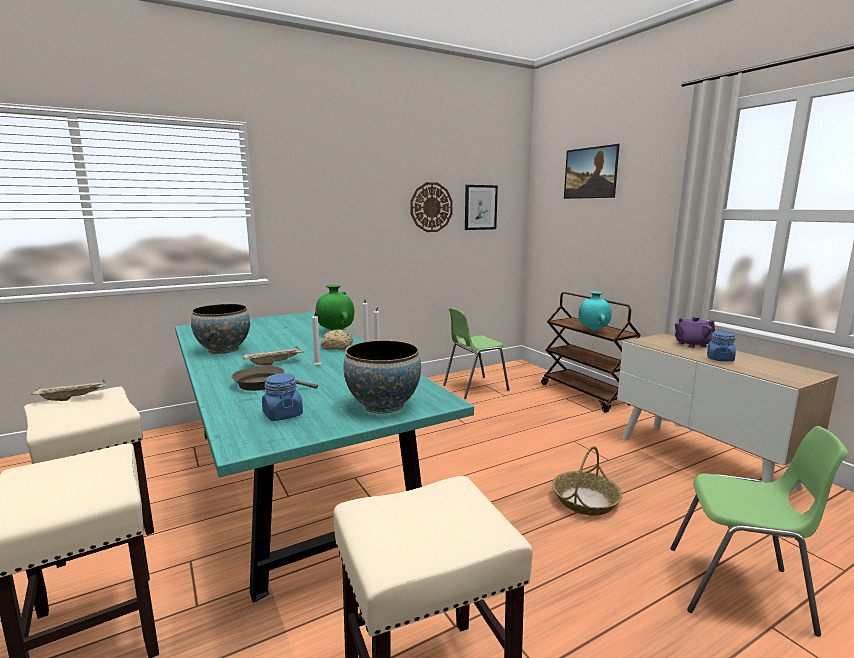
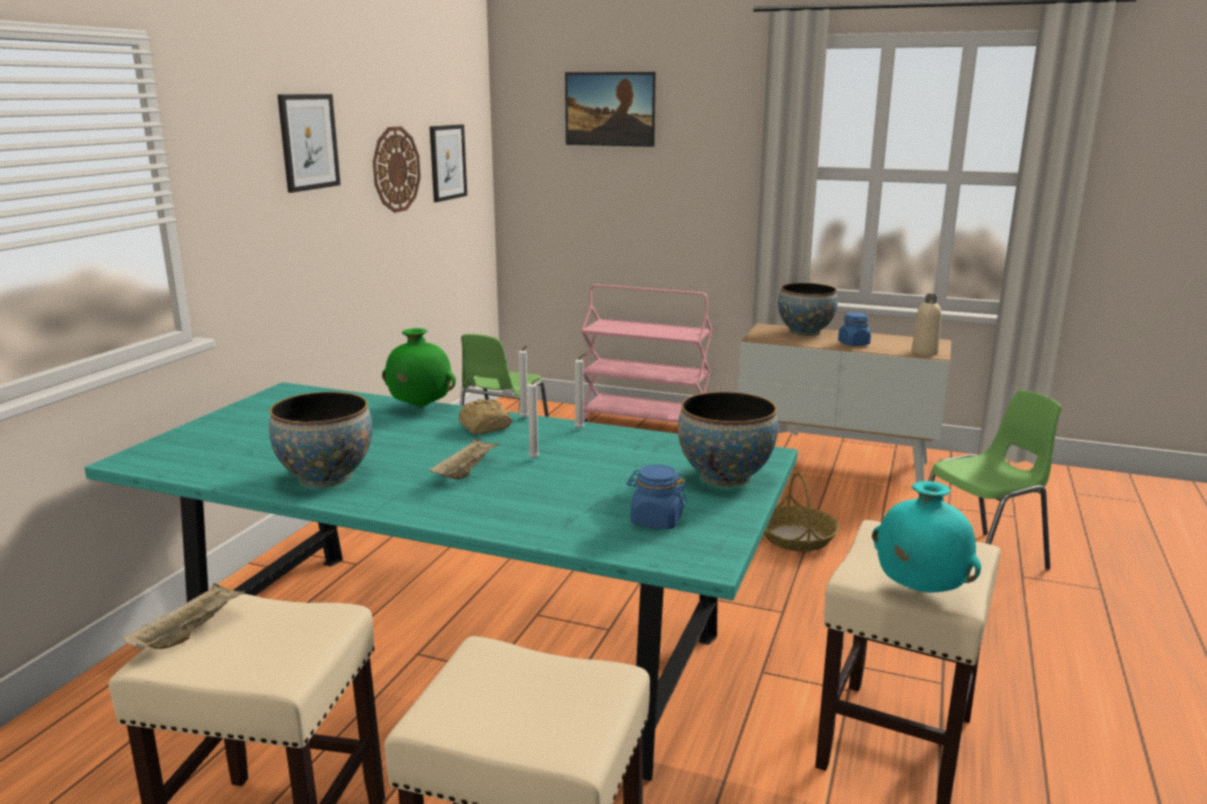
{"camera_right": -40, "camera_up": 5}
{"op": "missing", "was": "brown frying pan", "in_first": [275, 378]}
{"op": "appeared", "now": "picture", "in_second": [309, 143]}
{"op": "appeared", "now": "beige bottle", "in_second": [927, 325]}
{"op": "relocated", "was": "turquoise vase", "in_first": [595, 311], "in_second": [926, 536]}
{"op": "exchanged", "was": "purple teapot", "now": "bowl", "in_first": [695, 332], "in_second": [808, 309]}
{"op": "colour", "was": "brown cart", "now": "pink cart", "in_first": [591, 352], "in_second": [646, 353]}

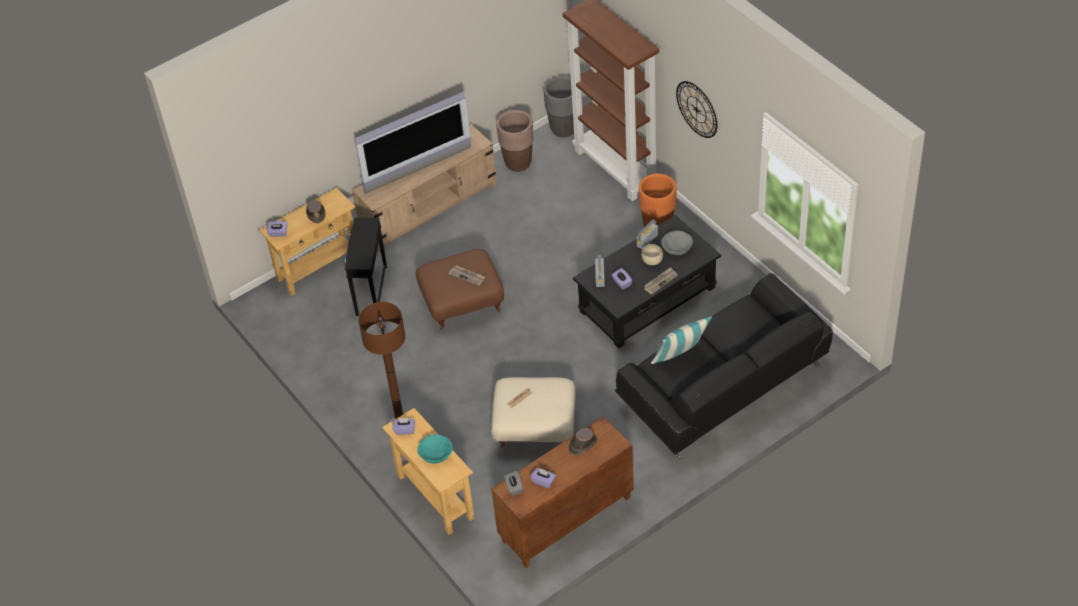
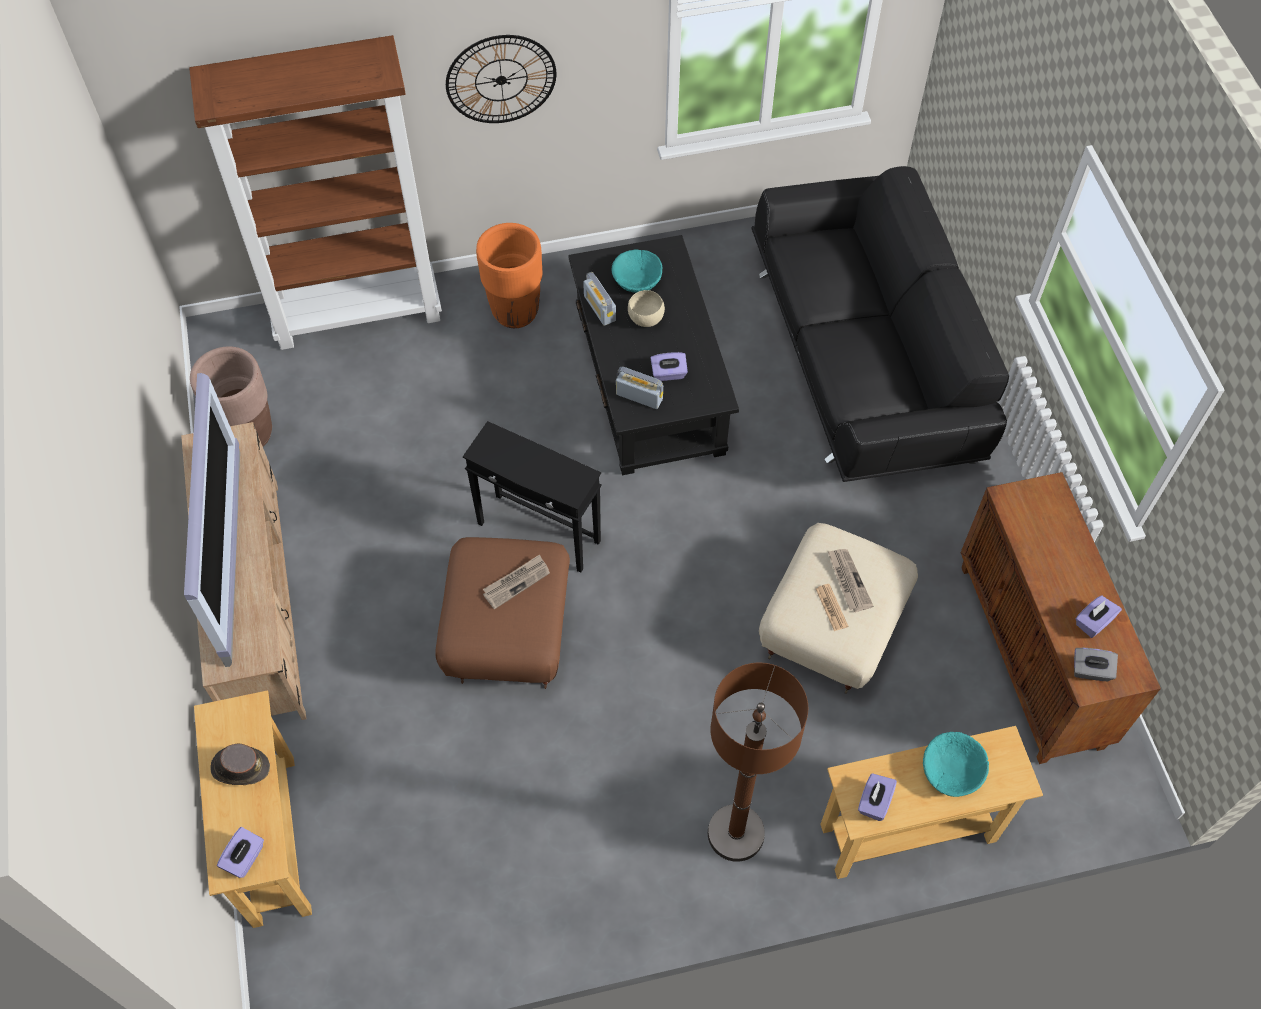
{"camera_right": -70, "camera_up": 10}
{"op": "missing", "was": "grey planter", "in_first": [559, 106]}
{"op": "missing", "was": "brown hat", "in_first": [583, 441]}
{"op": "missing", "was": "pillow", "in_first": [681, 340]}
{"op": "relocated", "was": "black side table", "in_first": [366, 267], "in_second": [532, 497]}
{"op": "relocated", "was": "newspaper", "in_first": [660, 281], "in_second": [850, 580]}
{"op": "colour", "was": "grey bowl", "now": "turquoise bowl", "in_first": [677, 243], "in_second": [637, 271]}

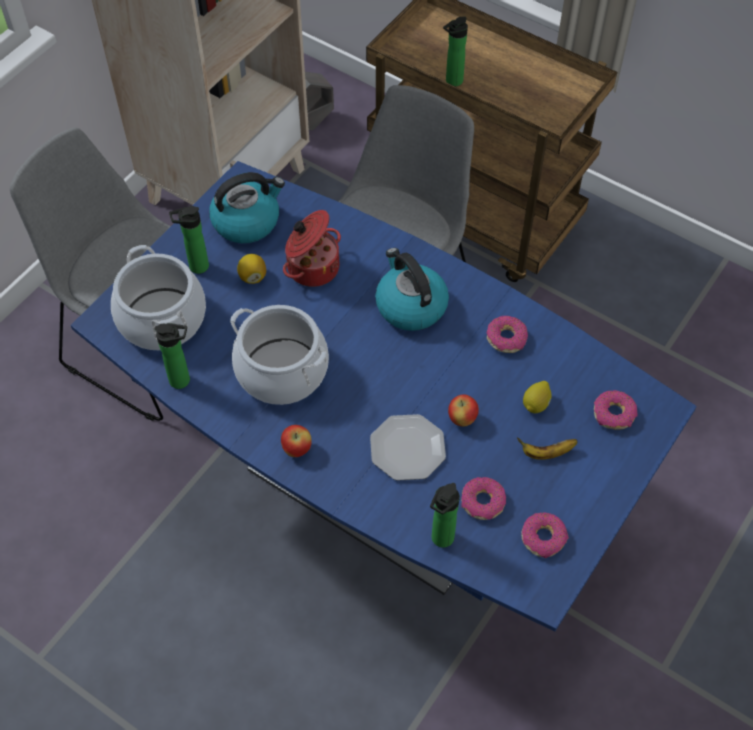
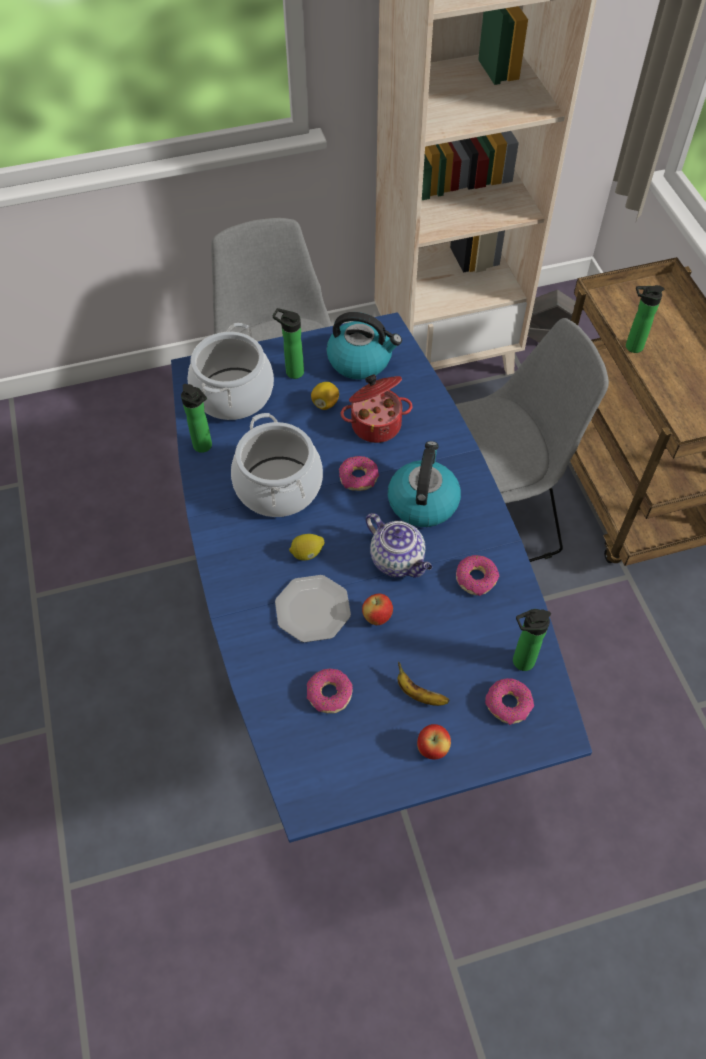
{"camera_right": 40, "camera_up": 0}
{"op": "appeared", "now": "teapot", "in_second": [399, 545]}
{"op": "relocated", "was": "apple", "in_first": [296, 441], "in_second": [434, 741]}
{"op": "relocated", "was": "bottle", "in_first": [445, 515], "in_second": [532, 640]}
{"op": "relocated", "was": "donut", "in_first": [545, 535], "in_second": [359, 473]}
{"op": "relocated", "was": "lemon", "in_first": [537, 397], "in_second": [306, 547]}

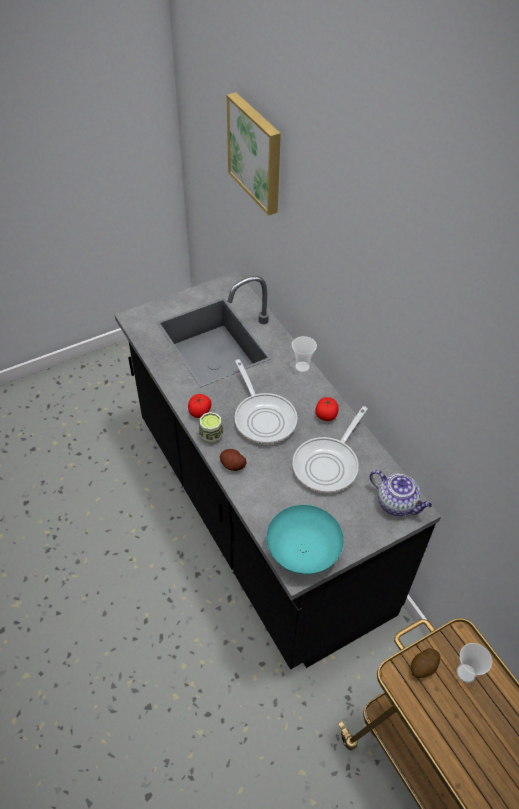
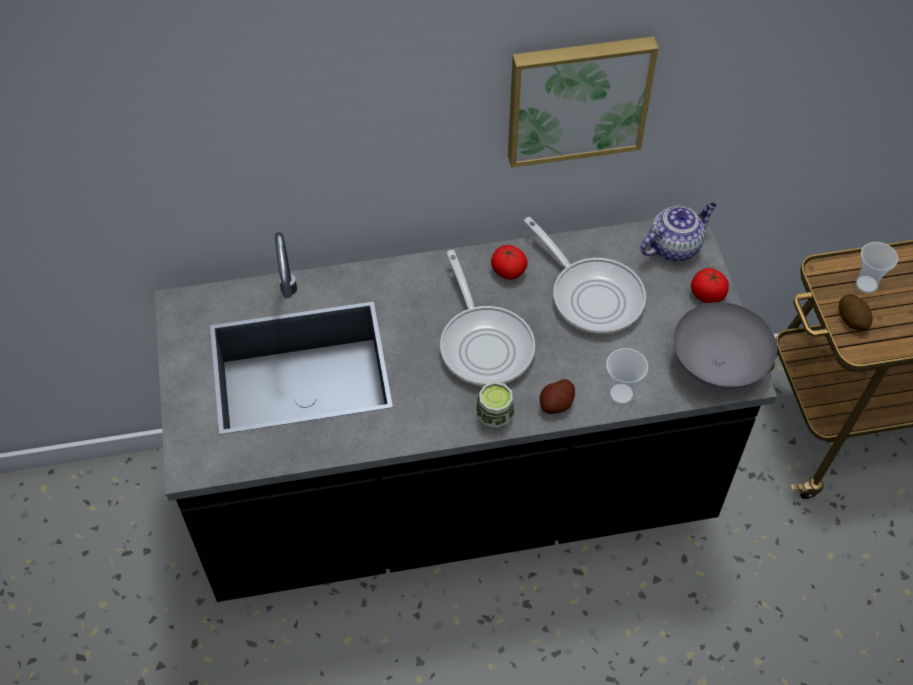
{"camera_right": -70, "camera_up": 5}
{"op": "relocated", "was": "tomato", "in_first": [200, 406], "in_second": [710, 285]}
{"op": "relocated", "was": "picture", "in_first": [254, 154], "in_second": [583, 102]}
{"op": "relocated", "was": "cup", "in_first": [304, 354], "in_second": [627, 376]}
{"op": "colour", "was": "turquoise bowl", "now": "grey bowl", "in_first": [305, 539], "in_second": [725, 345]}
{"op": "spun", "was": "frying pan", "in_first": [266, 401], "in_second": [487, 318], "clockwise": 75}

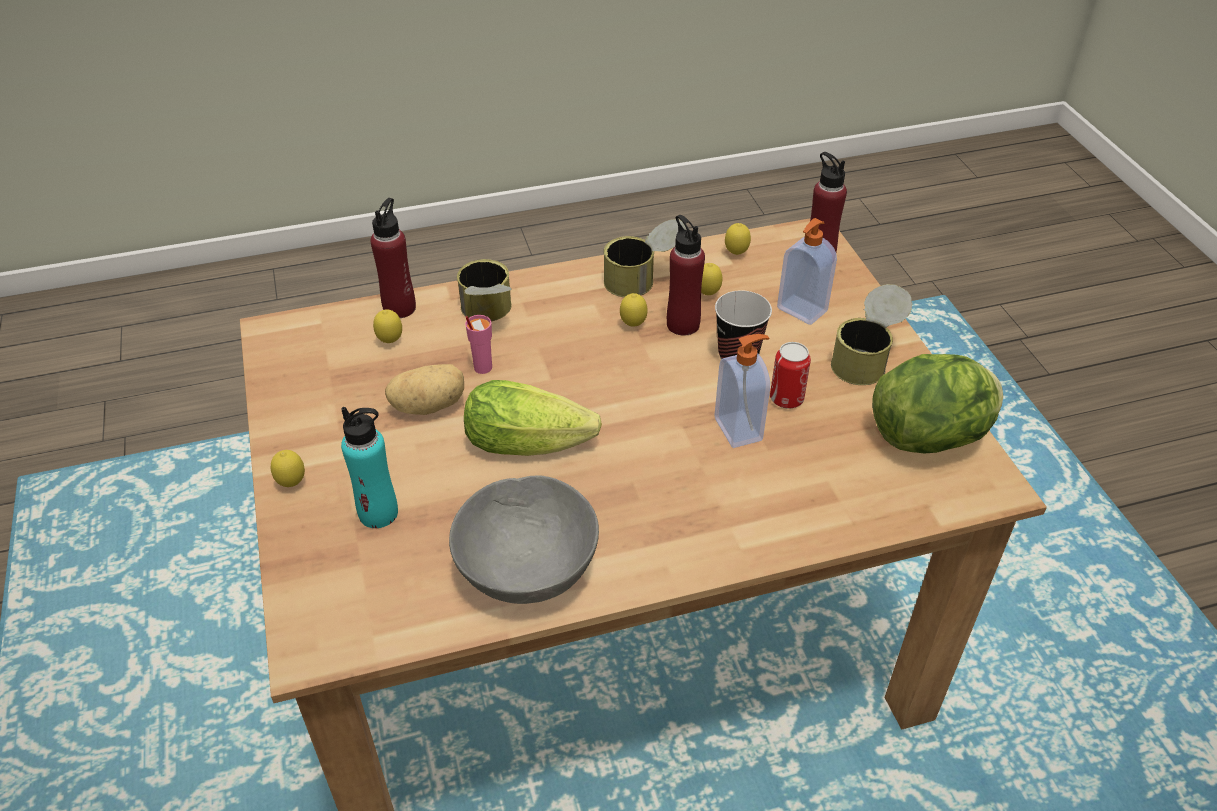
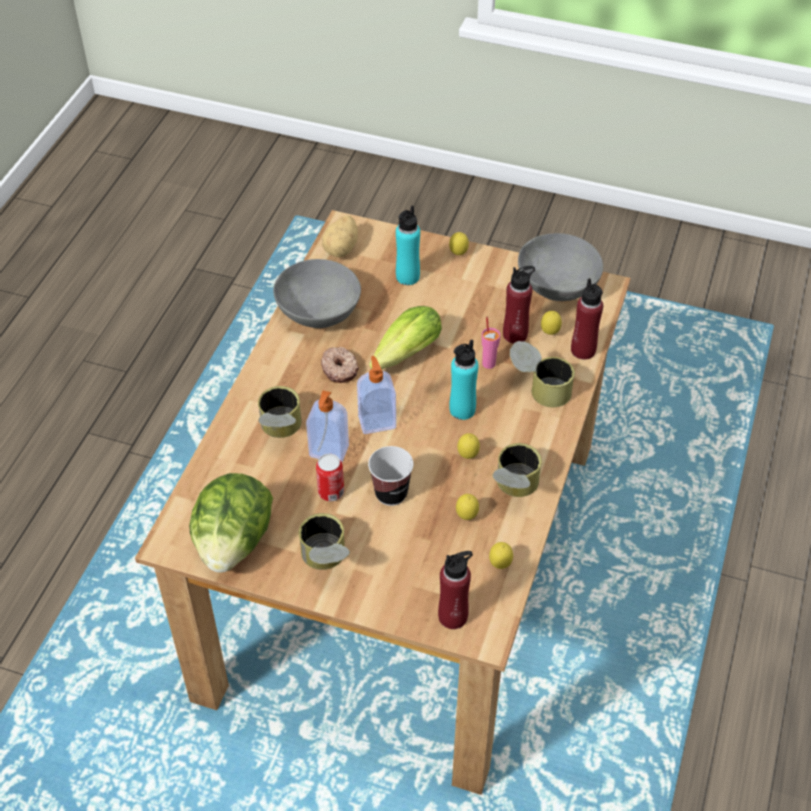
{"camera_right": 125, "camera_up": 5}
{"op": "appeared", "now": "can", "in_second": [280, 412]}
{"op": "appeared", "now": "donut", "in_second": [340, 365]}
{"op": "appeared", "now": "turquoise bottle", "in_second": [463, 379]}
{"op": "appeared", "now": "grey bowl", "in_second": [560, 267]}
{"op": "relocated", "was": "potato", "in_first": [424, 389], "in_second": [340, 236]}
{"op": "relocated", "was": "red bottle", "in_first": [686, 275], "in_second": [519, 305]}
{"op": "relocated", "was": "soap dispenser", "in_first": [807, 271], "in_second": [376, 395]}

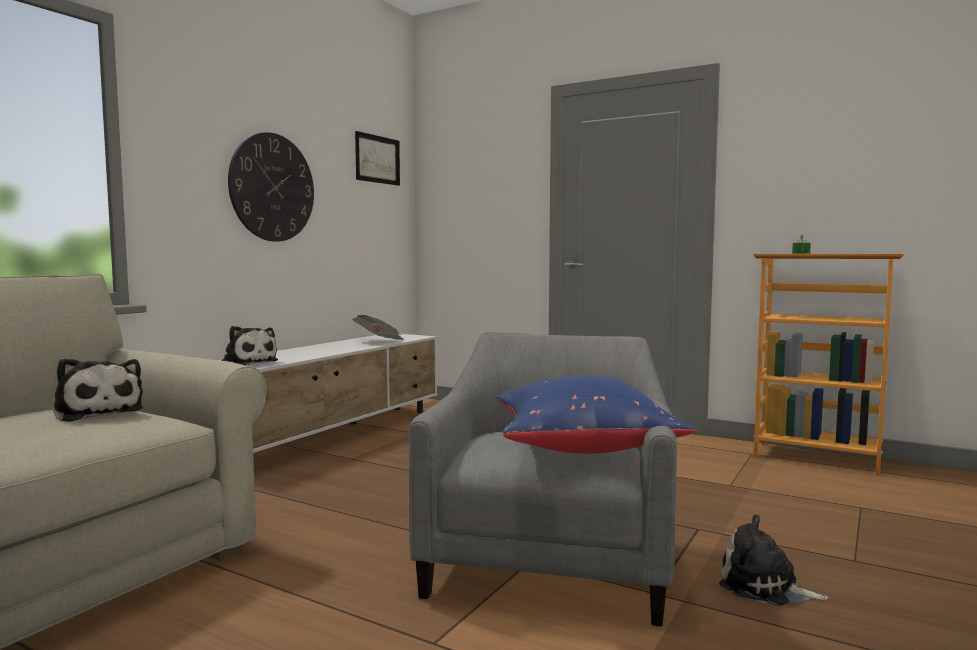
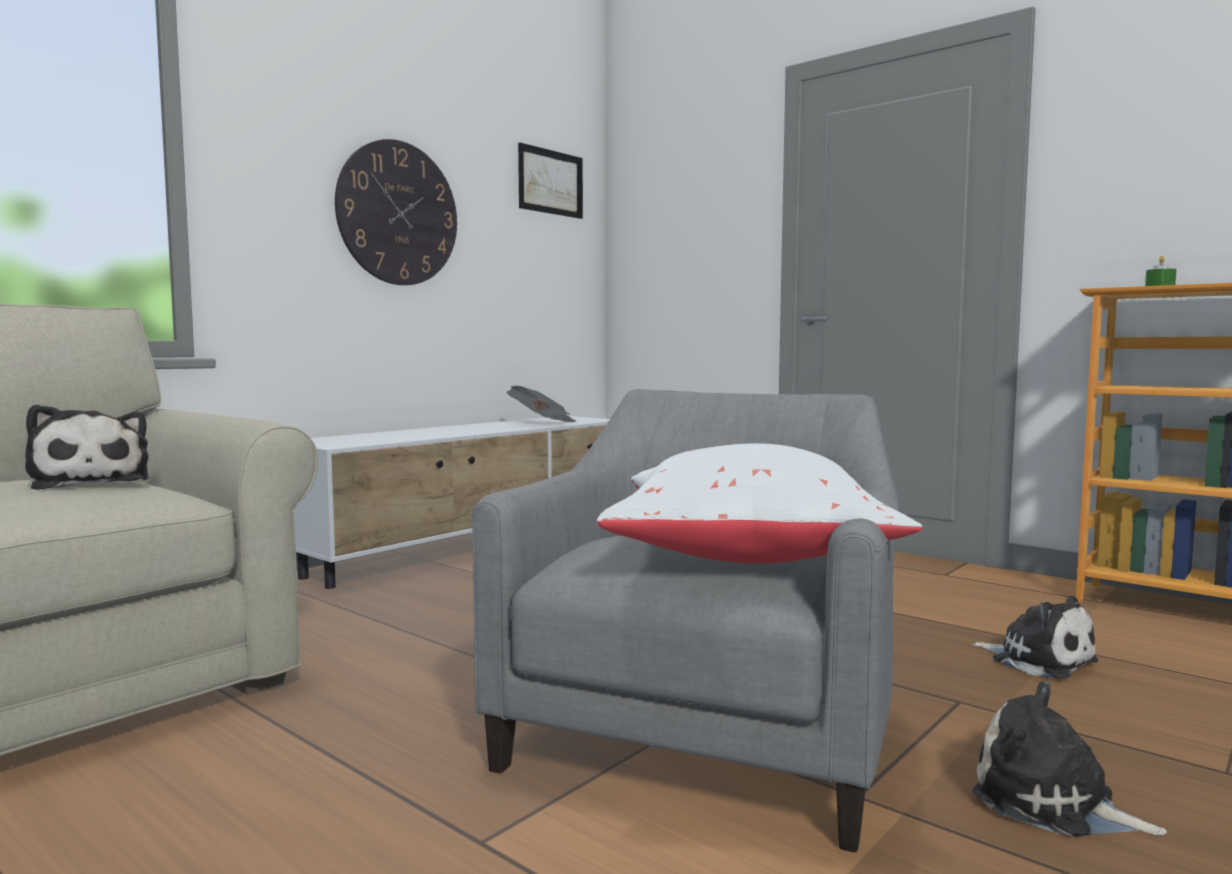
{"camera_right": 10, "camera_up": 0}
{"op": "relocated", "was": "plush toy", "in_first": [249, 345], "in_second": [1035, 637]}
{"op": "colour", "was": "blue pillow", "now": "white pillow", "in_first": [596, 415], "in_second": [759, 503]}

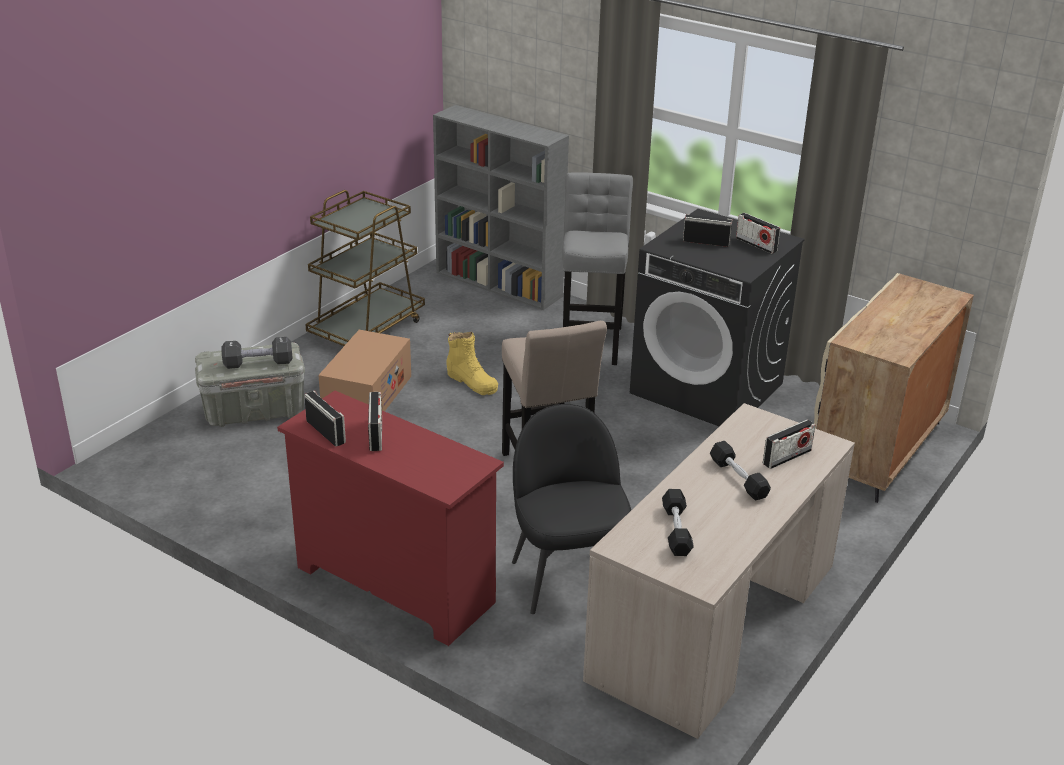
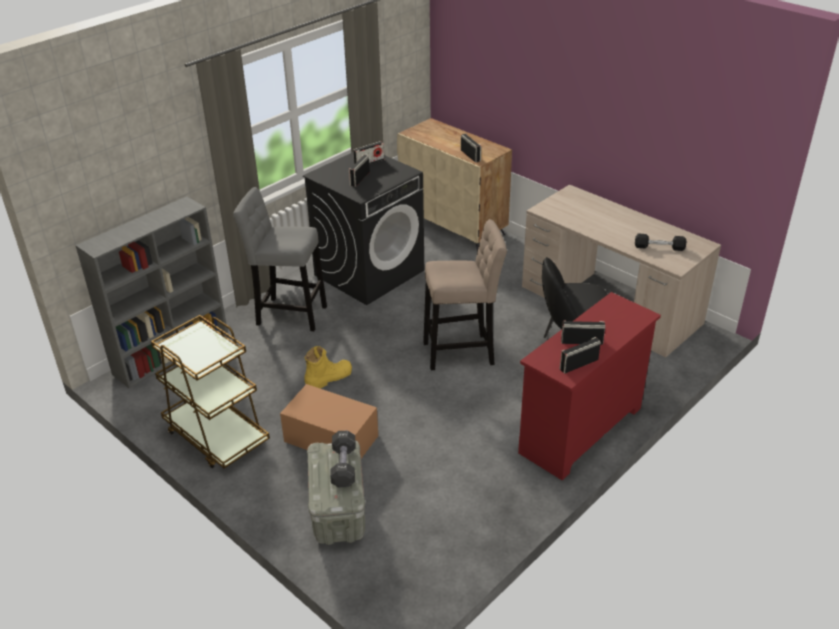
{"camera_right": -80, "camera_up": 5}
{"op": "missing", "was": "black dumbbell", "in_first": [740, 470]}
{"op": "relocated", "was": "radio", "in_first": [789, 444], "in_second": [471, 148]}

